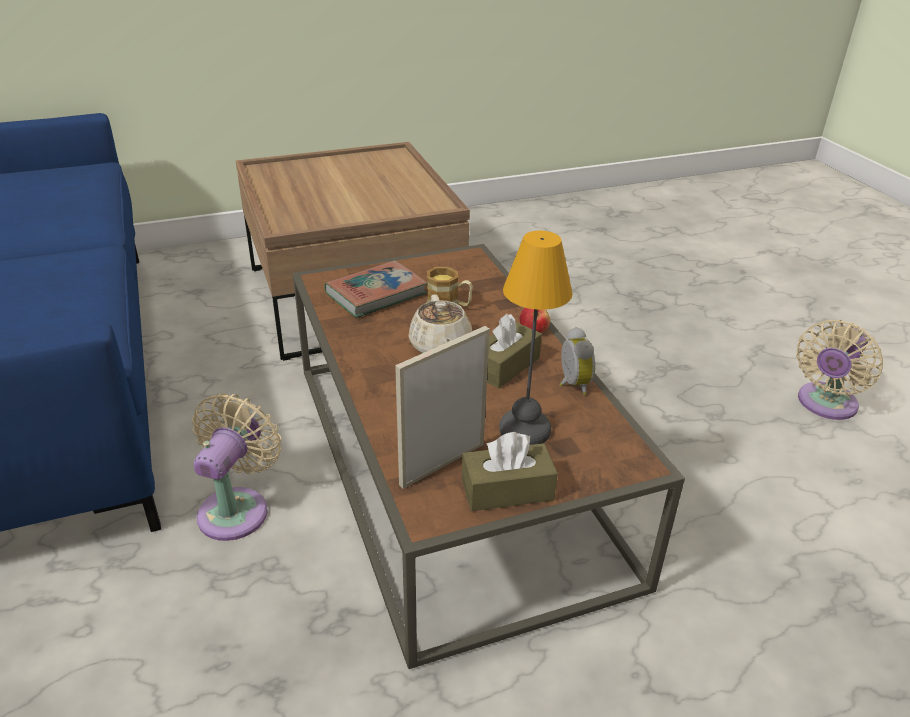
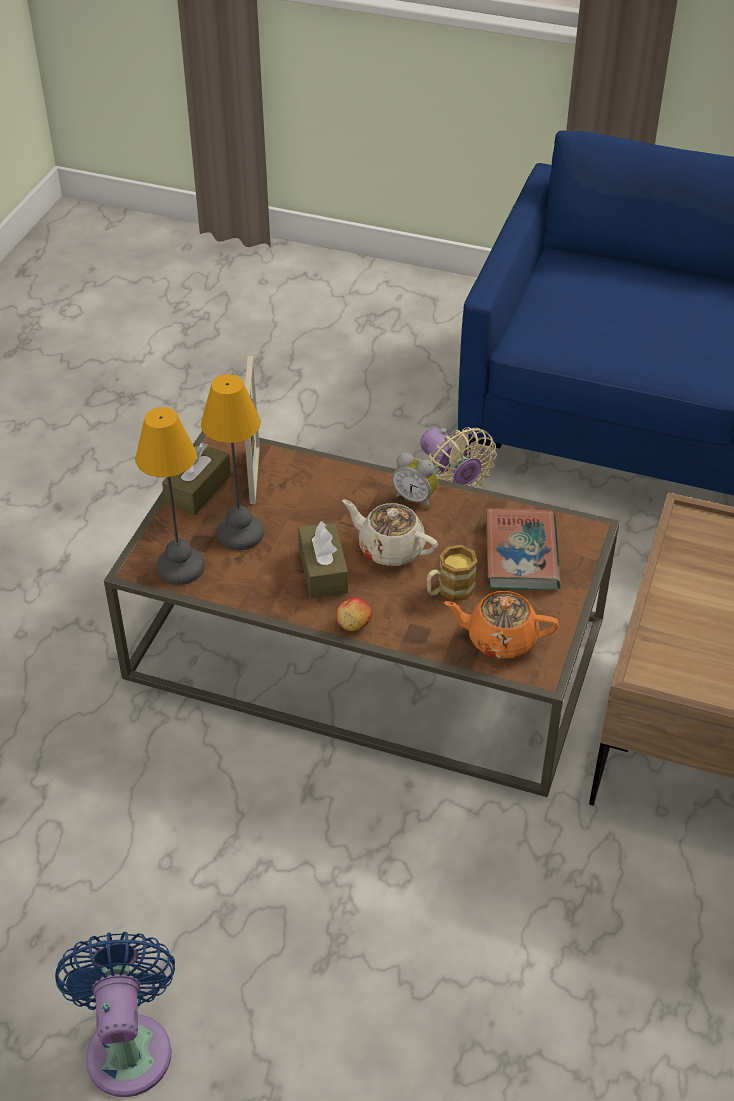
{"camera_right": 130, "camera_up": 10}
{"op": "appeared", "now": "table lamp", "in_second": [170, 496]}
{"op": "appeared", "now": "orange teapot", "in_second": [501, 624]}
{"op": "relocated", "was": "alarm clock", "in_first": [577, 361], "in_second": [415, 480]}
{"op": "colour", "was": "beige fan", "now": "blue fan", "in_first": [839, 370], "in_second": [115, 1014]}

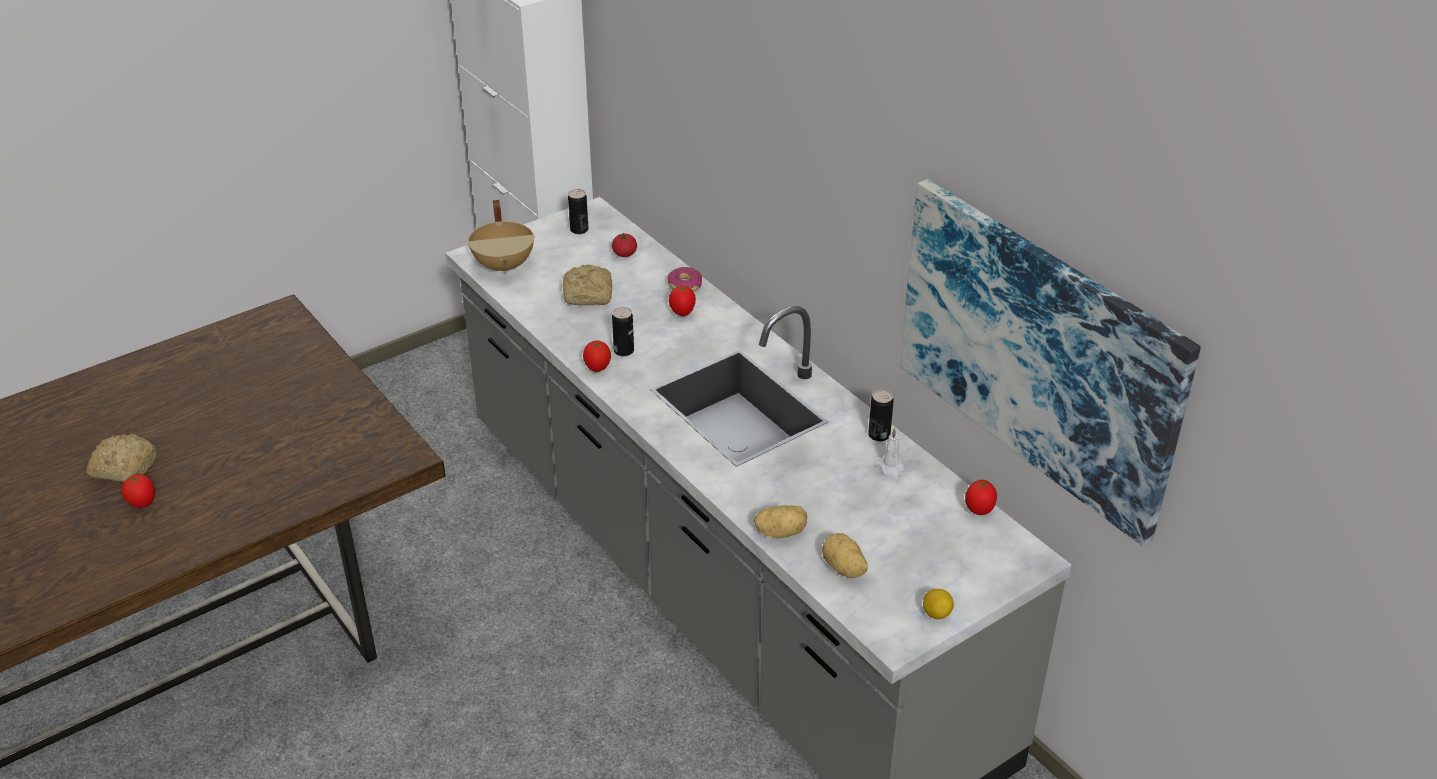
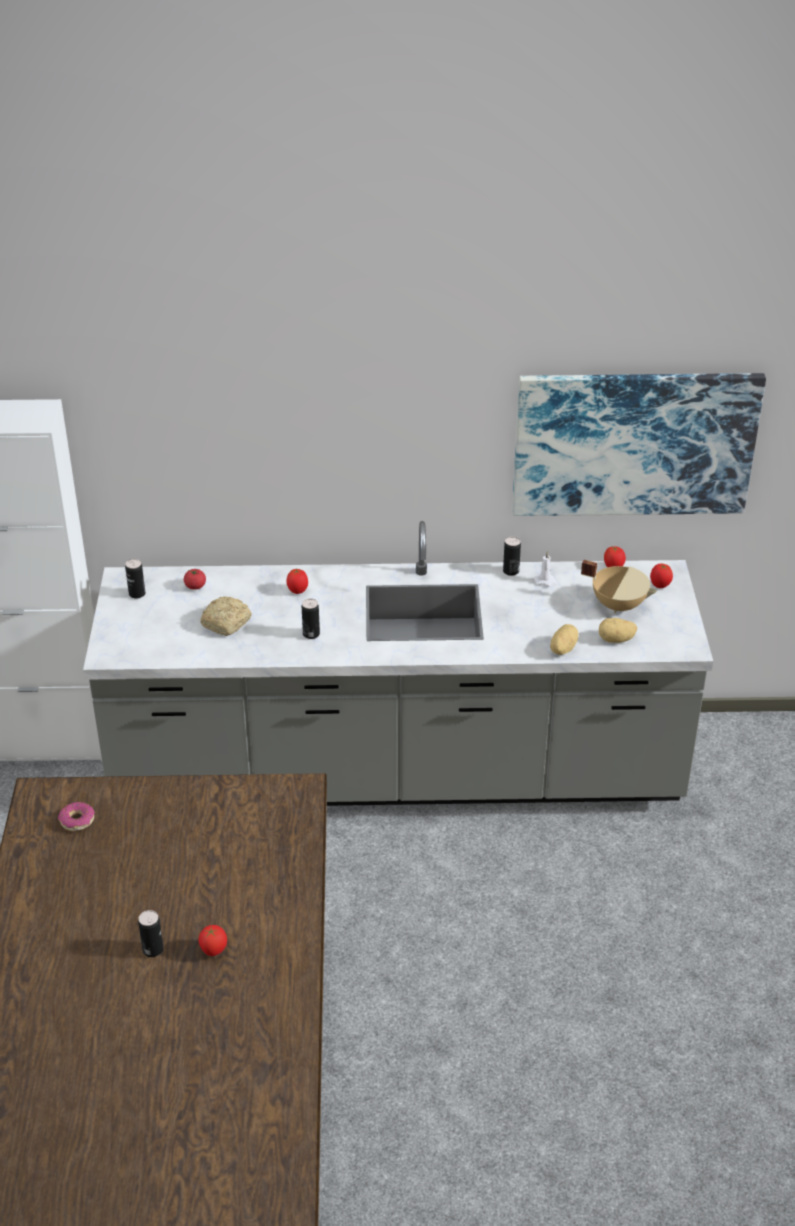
{"camera_right": -55, "camera_up": 0}
{"op": "missing", "was": "lemon", "in_first": [938, 604]}
{"op": "relocated", "was": "beige cooking pot", "in_first": [501, 237], "in_second": [619, 586]}
{"op": "relocated", "was": "tomato", "in_first": [597, 356], "in_second": [661, 576]}
{"op": "relocated", "was": "donut", "in_first": [684, 279], "in_second": [76, 816]}
{"op": "exchanged", "was": "bread", "now": "can", "in_first": [122, 458], "in_second": [151, 933]}

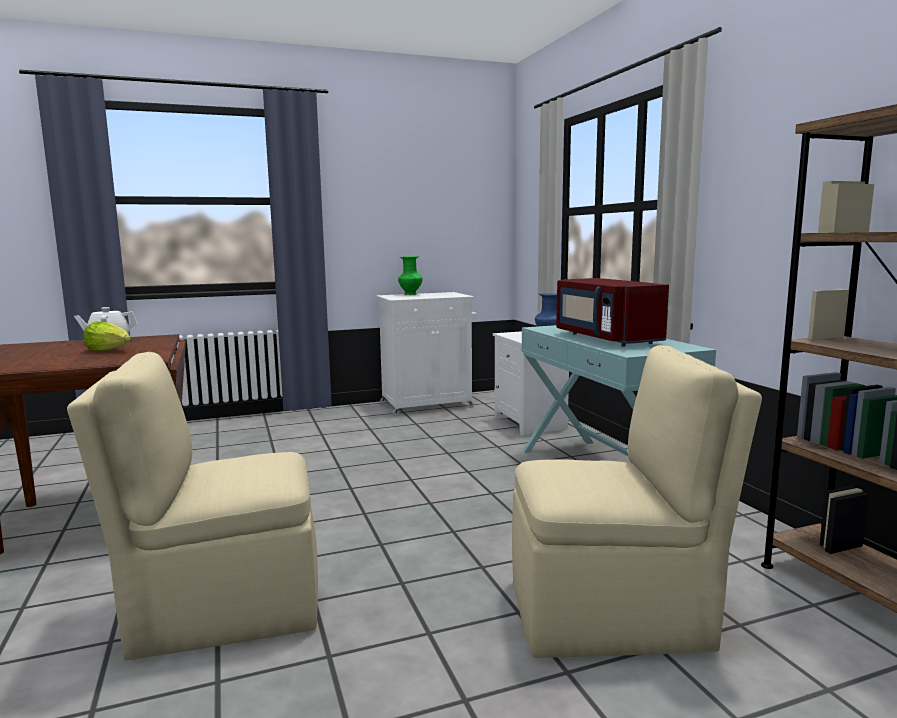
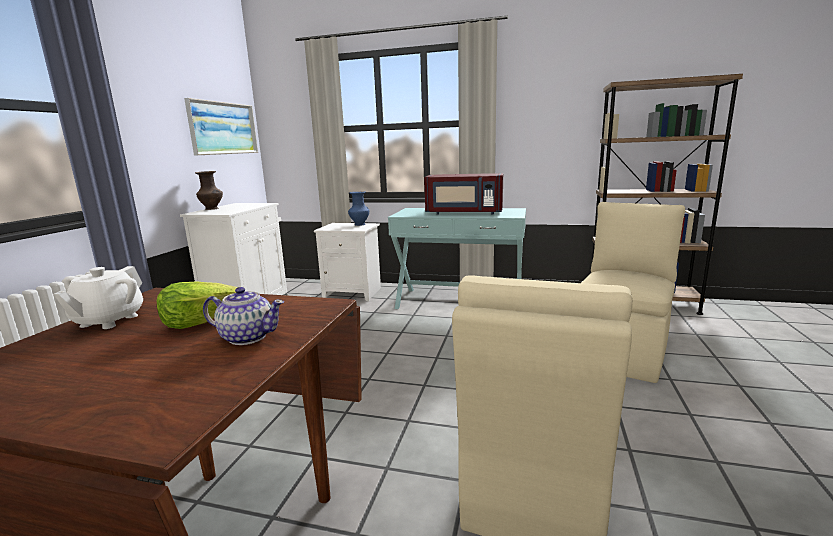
{"camera_right": -55, "camera_up": 5}
{"op": "appeared", "now": "picture", "in_second": [221, 127]}
{"op": "appeared", "now": "teapot", "in_second": [243, 316]}
{"op": "colour", "was": "green vase", "now": "brown vase", "in_first": [410, 275], "in_second": [209, 190]}

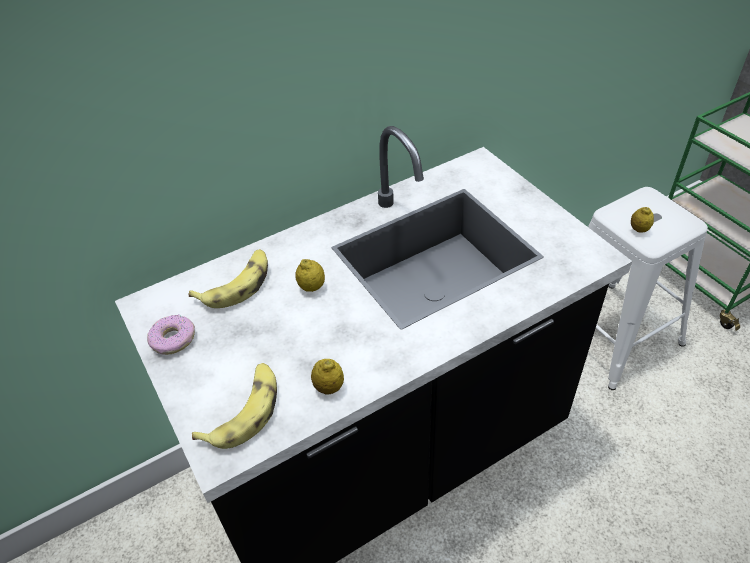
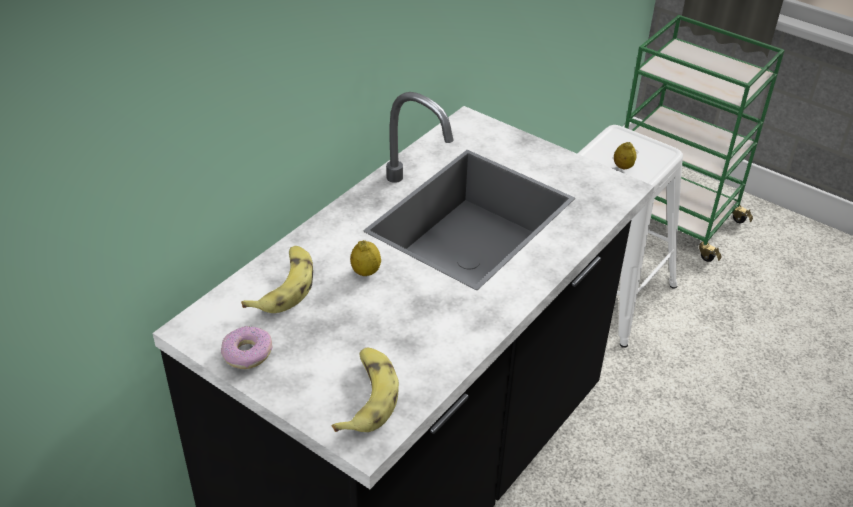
{"camera_right": -25, "camera_up": -5}
{"op": "missing", "was": "lemon", "in_first": [327, 377]}

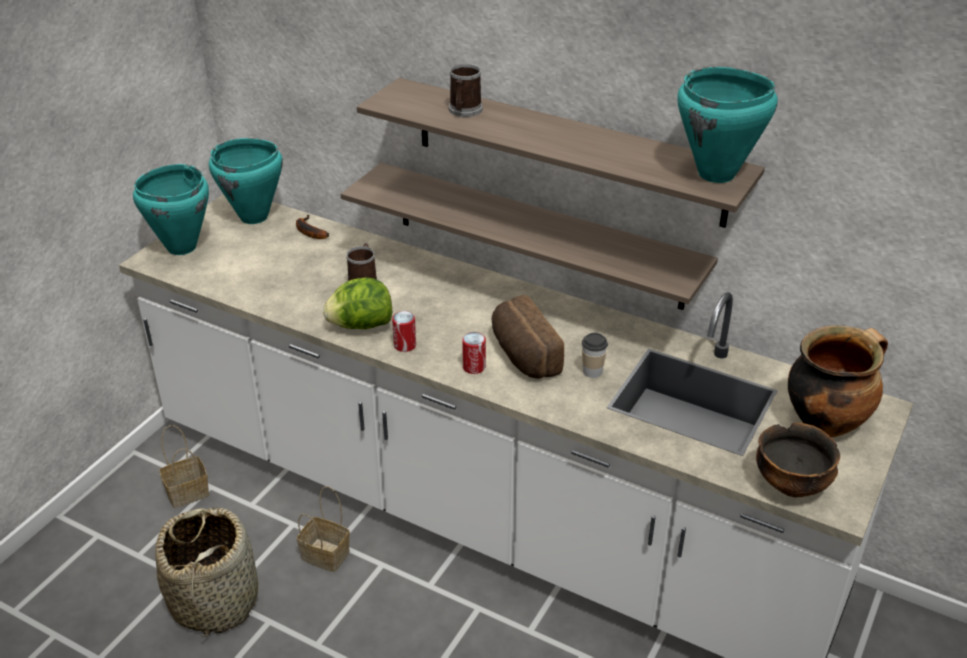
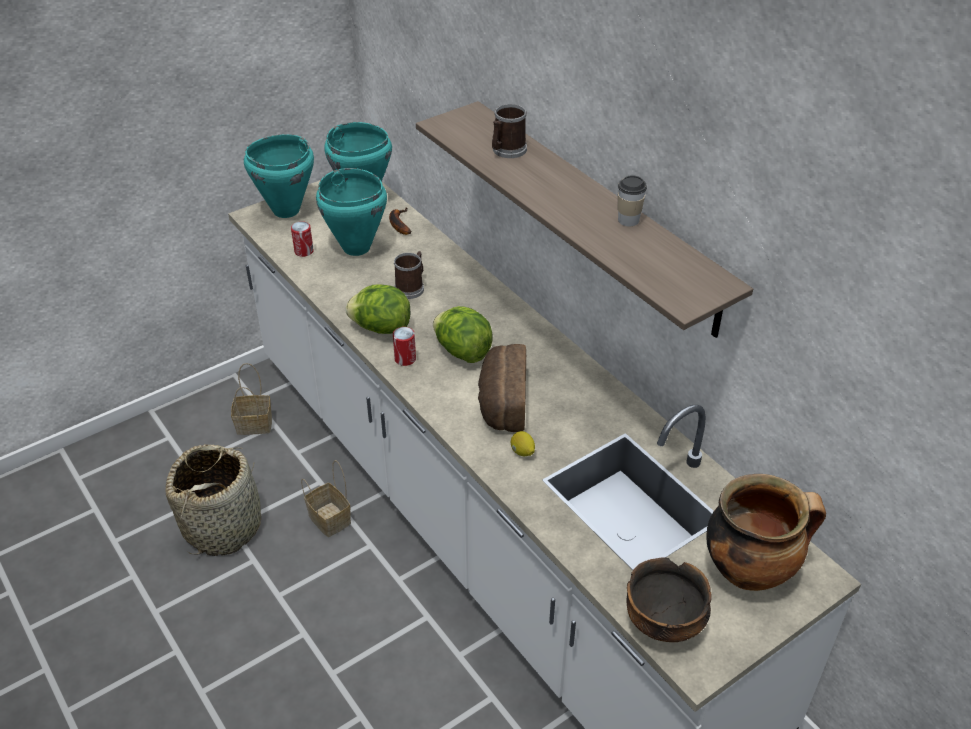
{"camera_right": 25, "camera_up": 5}
{"op": "missing", "was": "shelf", "in_first": [529, 236]}
{"op": "appeared", "now": "lettuce", "in_second": [463, 334]}
{"op": "appeared", "now": "lemon", "in_second": [523, 443]}
{"op": "relocated", "was": "can", "in_first": [474, 353], "in_second": [302, 239]}
{"op": "relocated", "was": "cup", "in_first": [595, 355], "in_second": [632, 200]}
{"op": "relocated", "was": "turquoise cooking pot", "in_first": [727, 125], "in_second": [351, 212]}

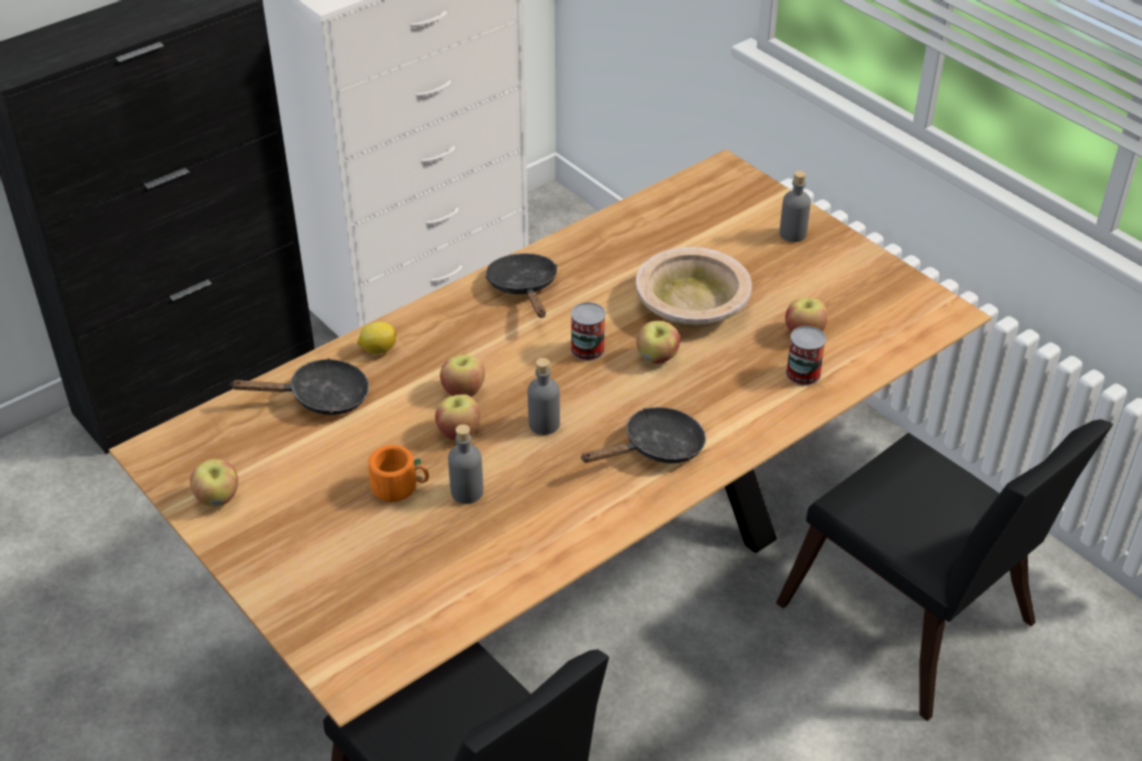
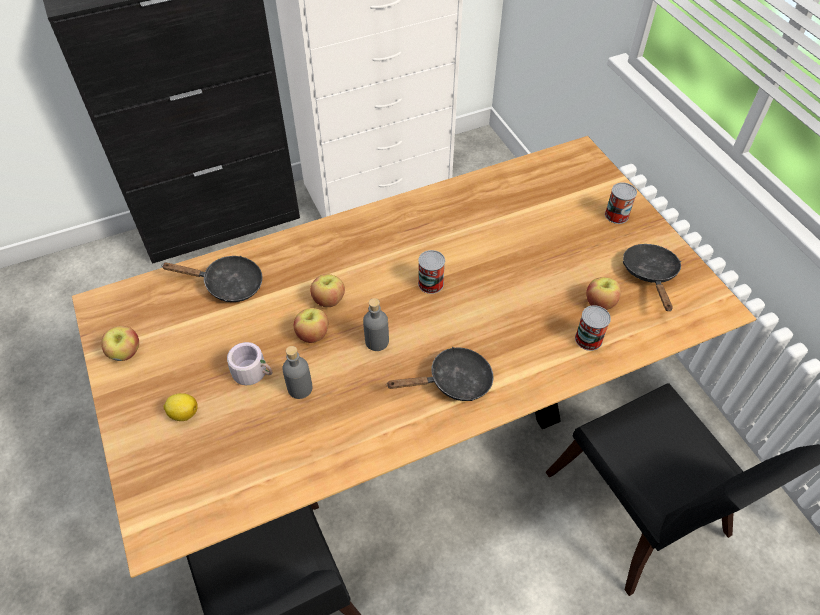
{"camera_right": 15, "camera_up": 10}
{"op": "missing", "was": "beige bowl", "in_first": [694, 287]}
{"op": "missing", "was": "apple", "in_first": [658, 342]}
{"op": "relocated", "was": "lemon", "in_first": [376, 338], "in_second": [180, 407]}
{"op": "relocated", "was": "black frying pan", "in_first": [521, 285], "in_second": [652, 277]}
{"op": "exchanged", "was": "grey bottle", "now": "can", "in_first": [795, 206], "in_second": [621, 203]}
{"op": "colour", "was": "orange mug", "now": "grey mug", "in_first": [398, 473], "in_second": [249, 363]}

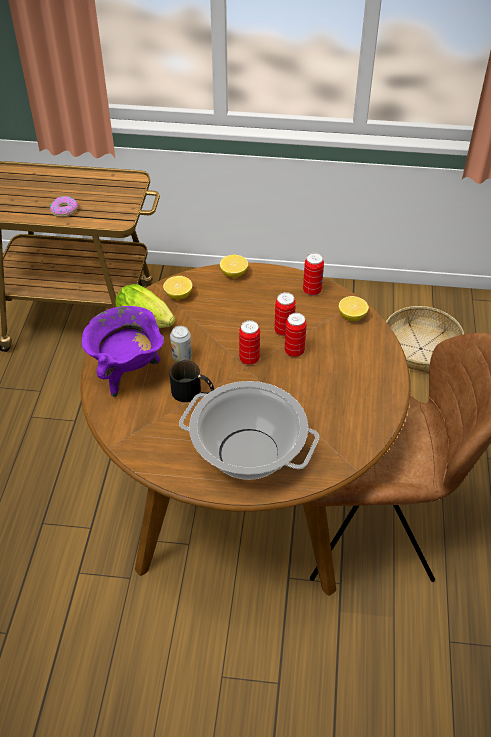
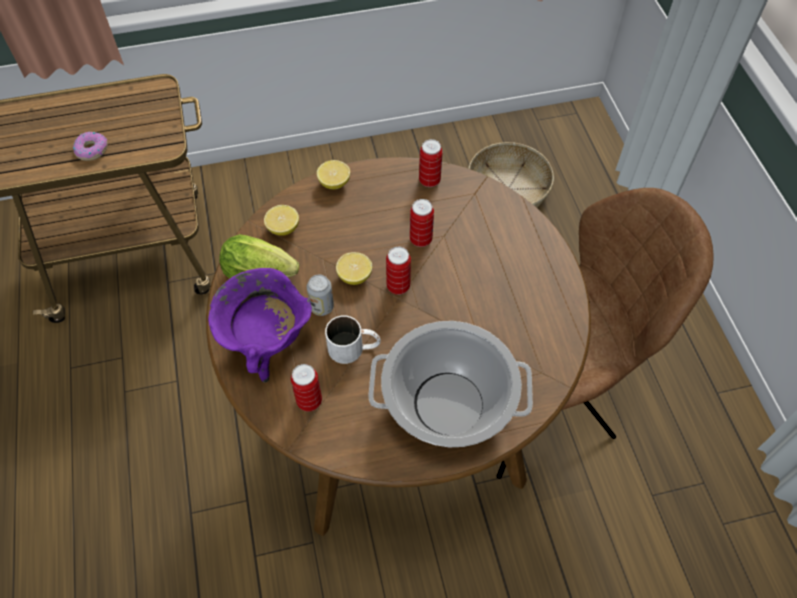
{"camera_right": -20, "camera_up": 10}
{"op": "relocated", "was": "can", "in_first": [296, 335], "in_second": [306, 387]}
{"op": "relocated", "was": "lemon", "in_first": [354, 308], "in_second": [354, 268]}
{"op": "colour", "was": "black mug", "now": "white mug", "in_first": [191, 381], "in_second": [353, 340]}

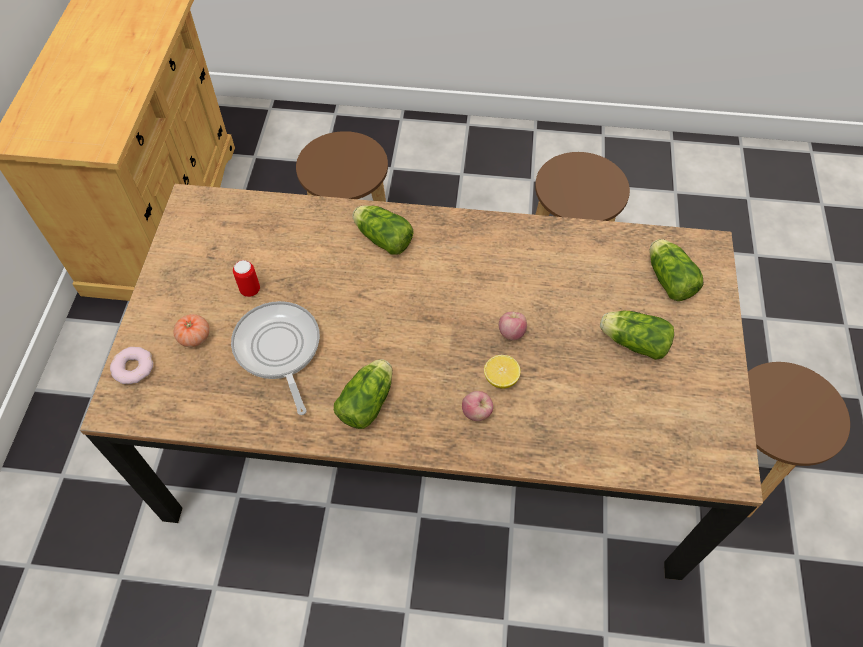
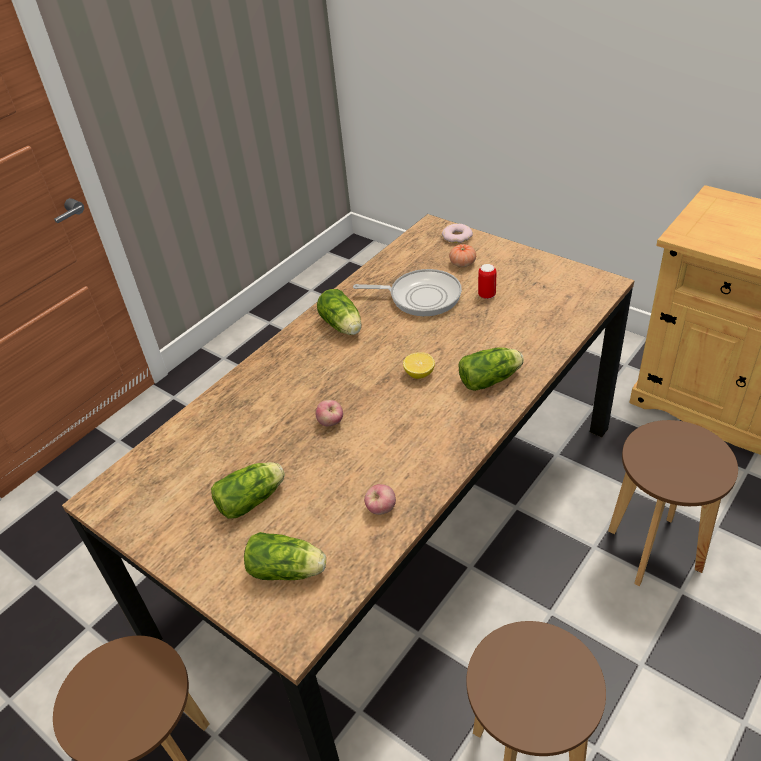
{"camera_right": 125, "camera_up": -15}
{"op": "relocated", "was": "apple", "in_first": [477, 406], "in_second": [380, 499]}
{"op": "relocated", "was": "lemon", "in_first": [502, 372], "in_second": [419, 365]}

